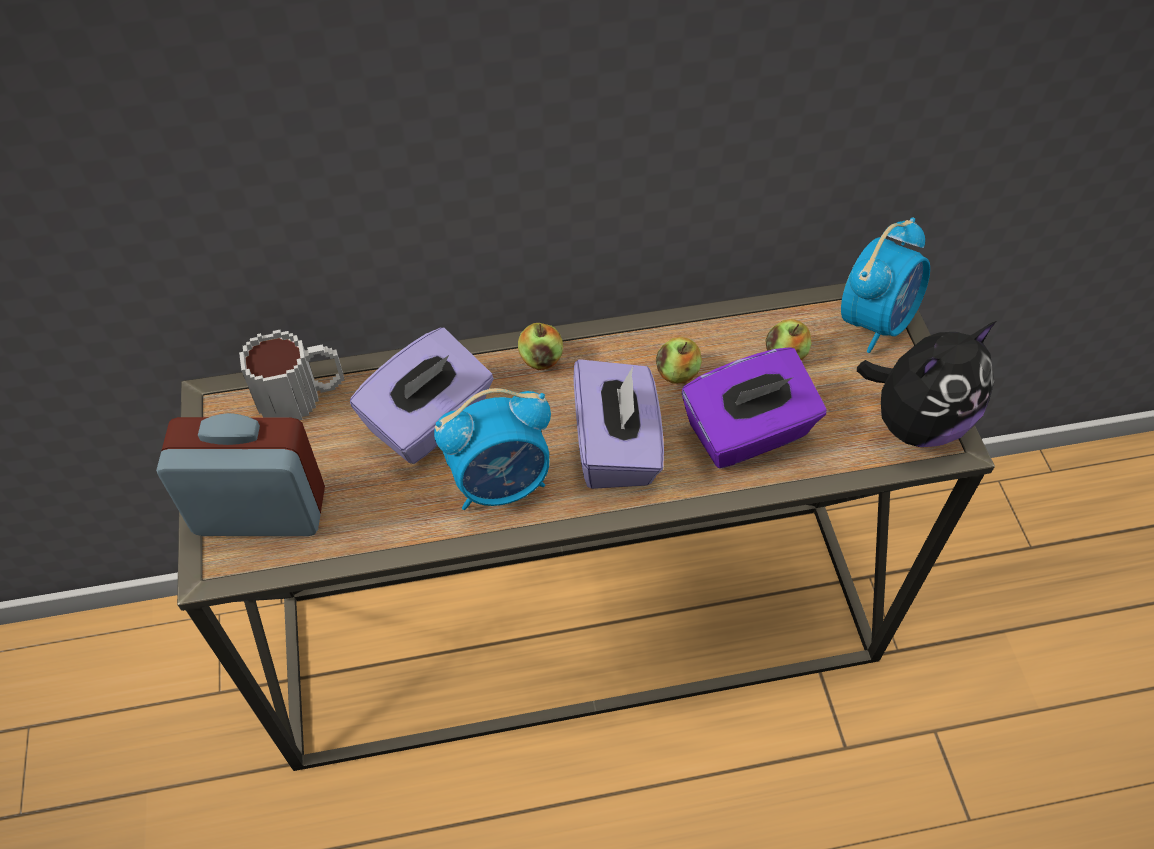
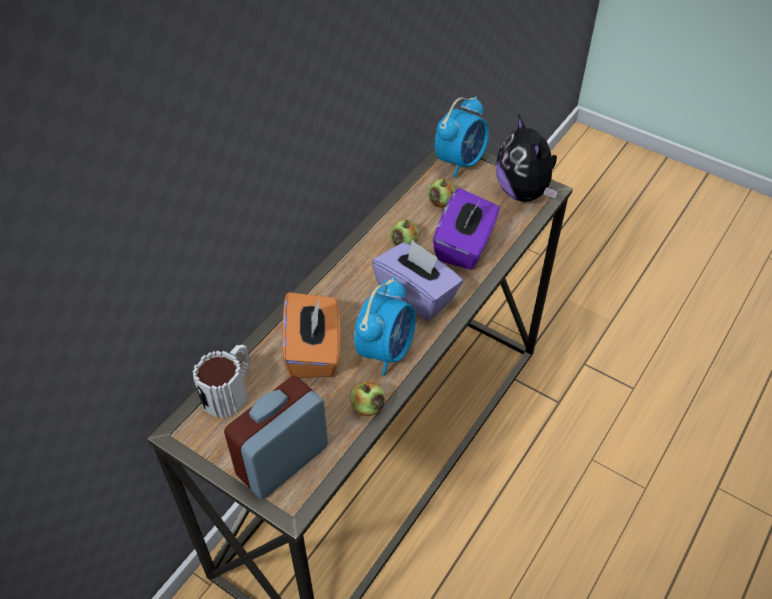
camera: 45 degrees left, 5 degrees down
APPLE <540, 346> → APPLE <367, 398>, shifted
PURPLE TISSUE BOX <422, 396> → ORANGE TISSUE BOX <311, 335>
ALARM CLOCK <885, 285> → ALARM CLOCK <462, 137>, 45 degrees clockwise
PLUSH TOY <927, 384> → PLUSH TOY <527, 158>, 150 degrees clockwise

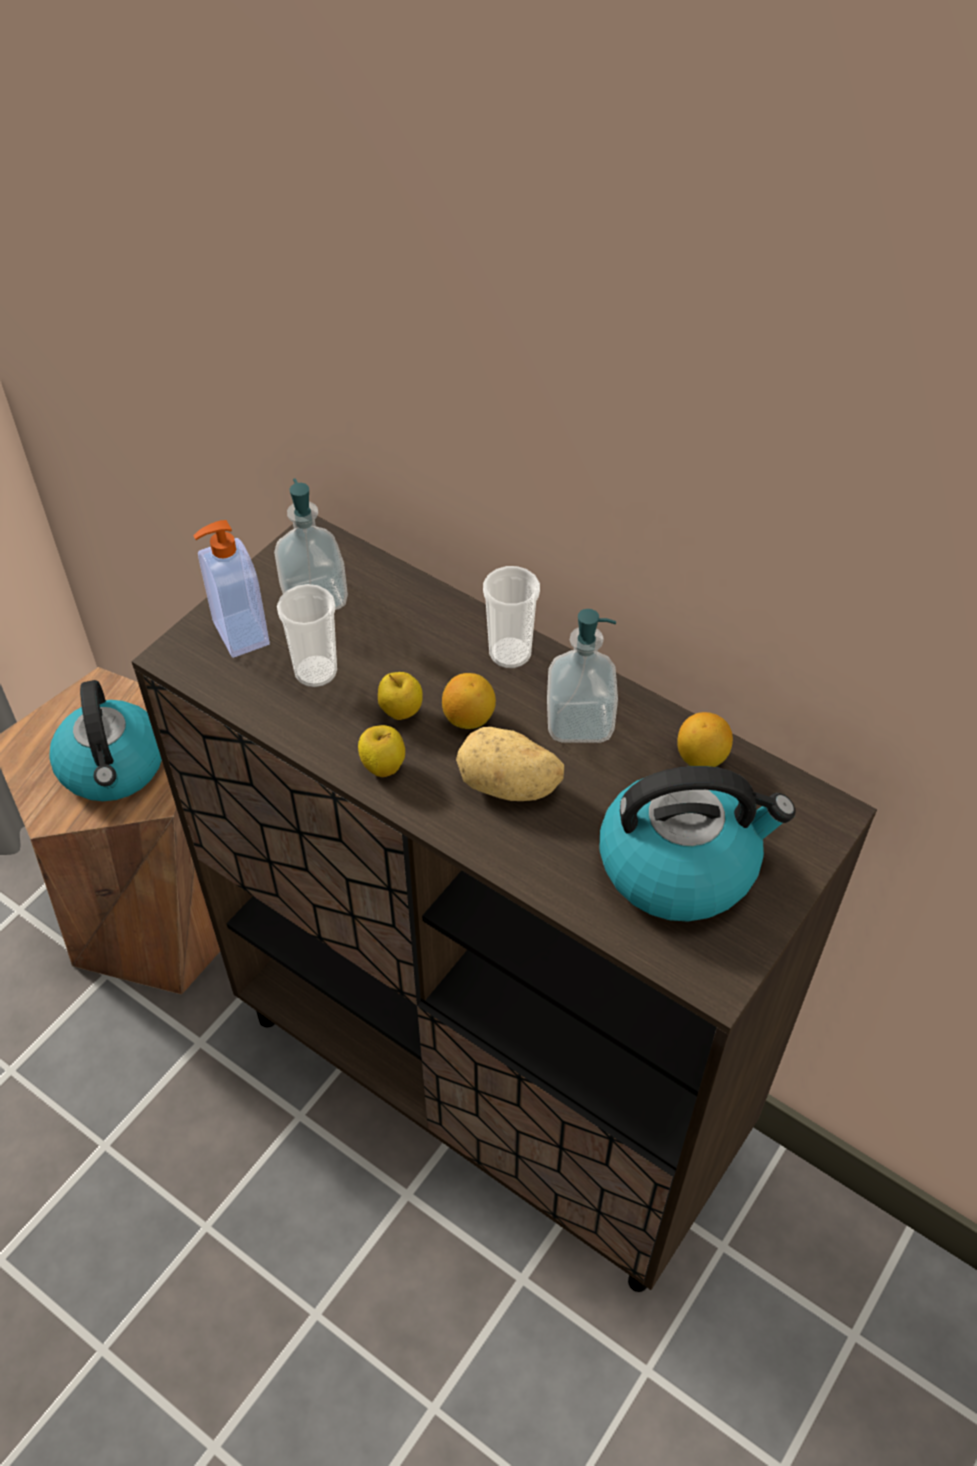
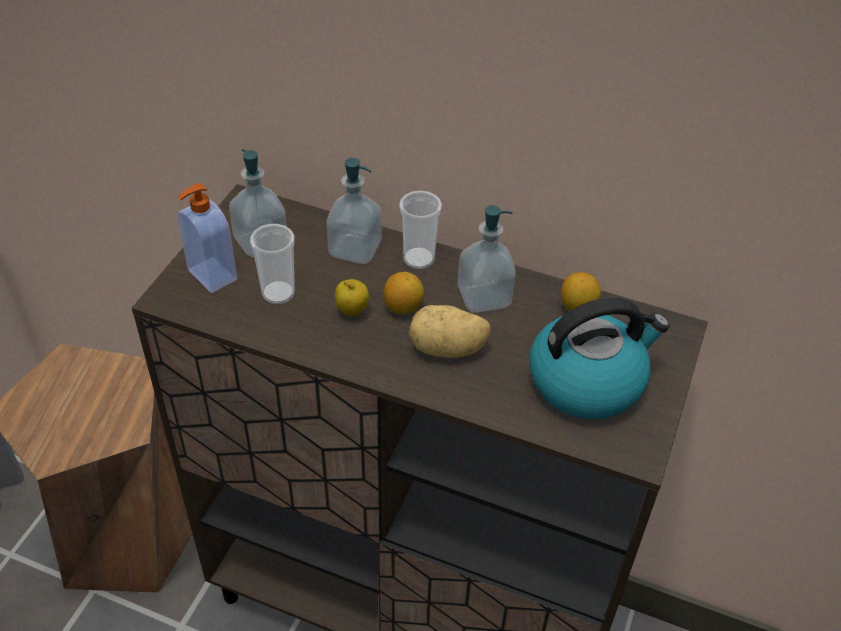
camera: 15 degrees left, 5 degrees down
KETTLE <105, 740> → -
APPLE <381, 751> → -
- → SOAP DISPENSER <354, 211>

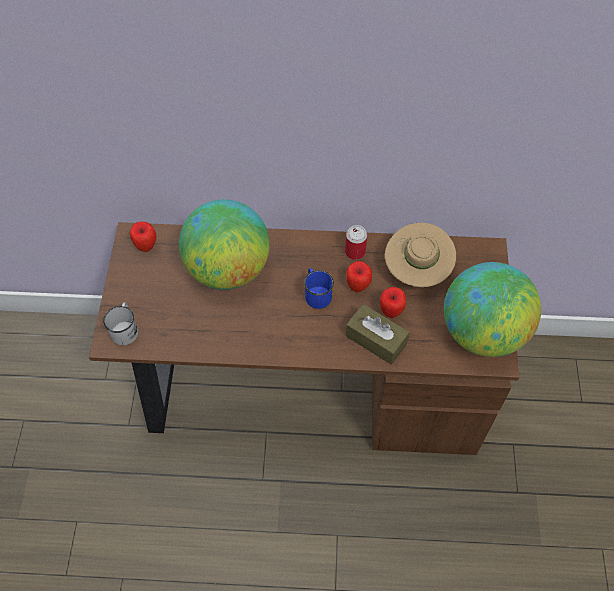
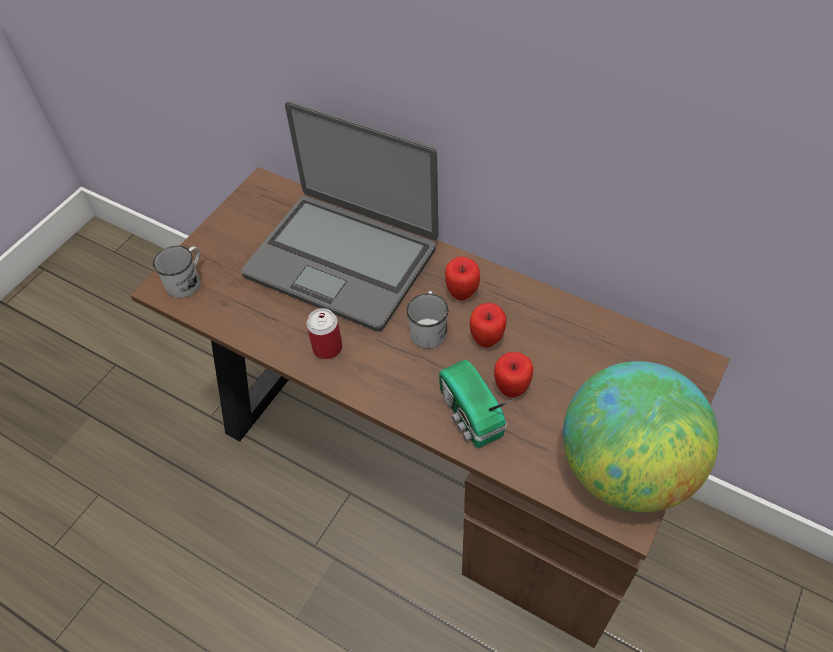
camera: 30 degrees right, 5 degrees down
BEIGE HAT <420, 255> → -
APPLE <143, 236> → APPLE <462, 278>, shifted
CAN <356, 242> → CAN <324, 333>, shifted
GLOBE <224, 244> → LAPTOP <339, 216>
BROWN TISSUE BOX <377, 334> → RADIO <476, 404>
BLUE MUG <319, 288> → WHITE MUG <428, 320>

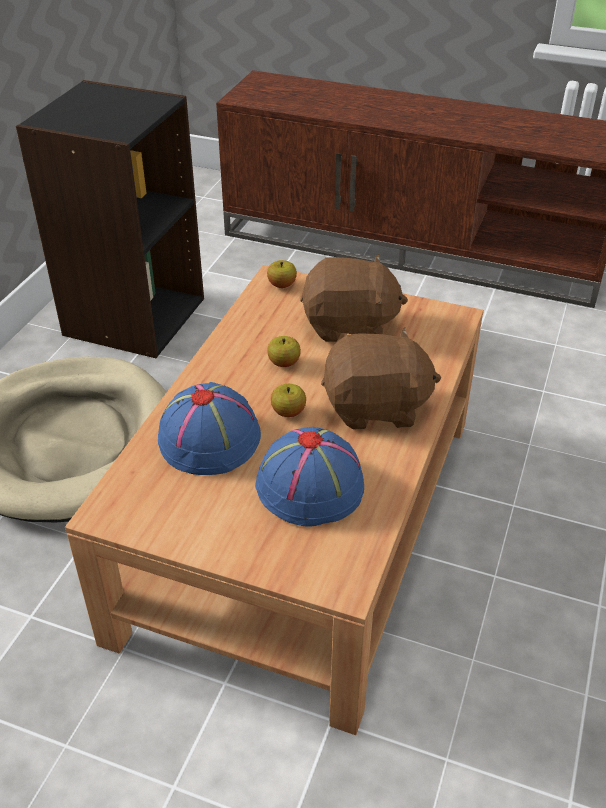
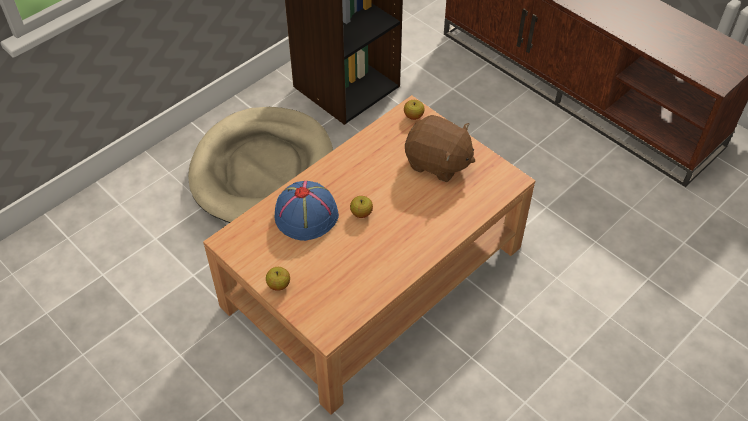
camera: 25 degrees right, 10 degrees up
BLUE HAT <309, 476> → -
BROWN PLUSH TOY <381, 378> → -
APPLE <284, 351> → APPLE <278, 279>, shifted

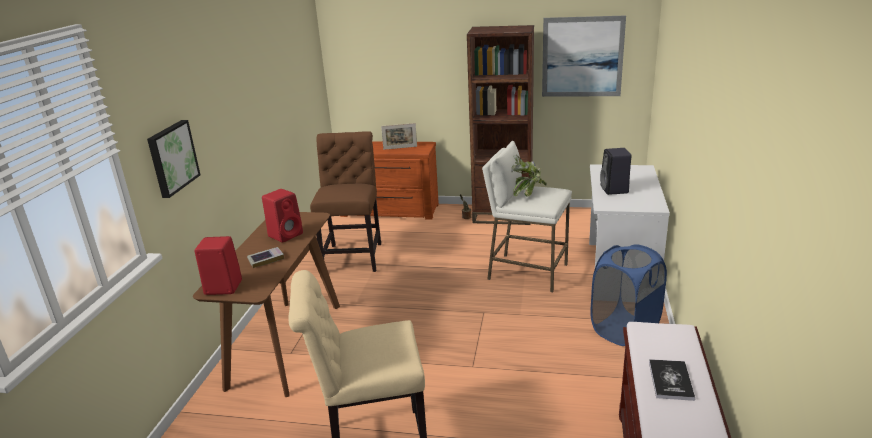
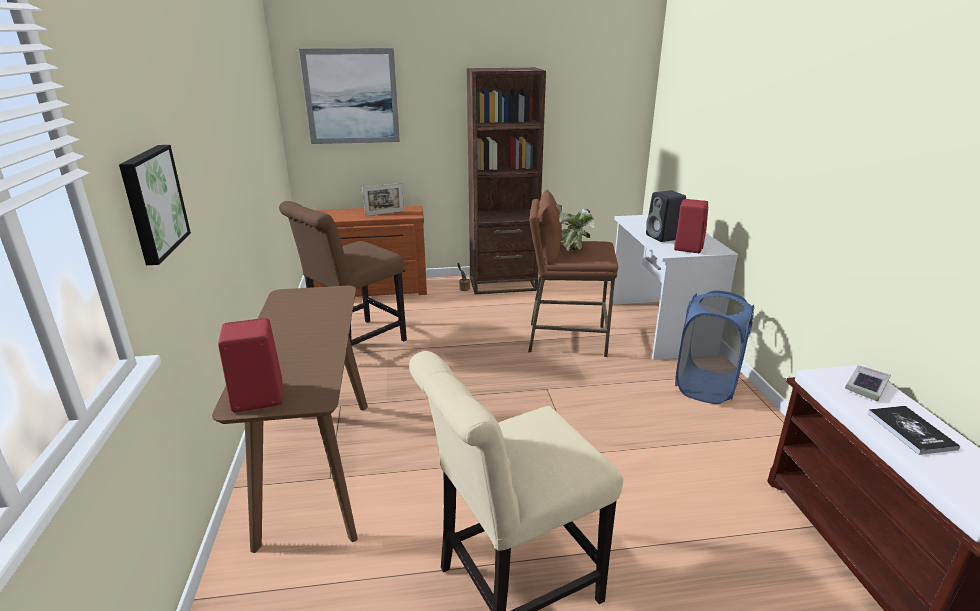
camera: 20 degrees left, 0 degrees up
BOOK <265, 257> → BOOK <868, 383>, shifted
RED SPEAKER <282, 216> → RED SPEAKER <691, 226>, shifted
PICTURE <584, 56> → PICTURE <349, 96>, shifted
WHITE STOOL <527, 216> → BROWN STOOL <573, 273>
BROWN CHAIR <345, 201> → BROWN CHAIR <343, 273>, 120 degrees counterclockwise

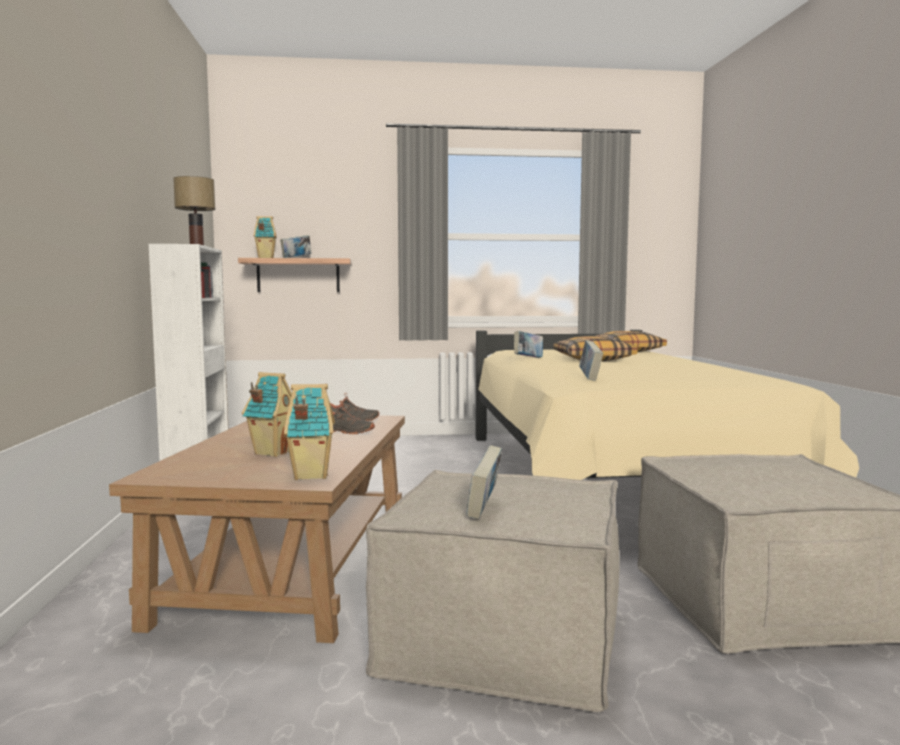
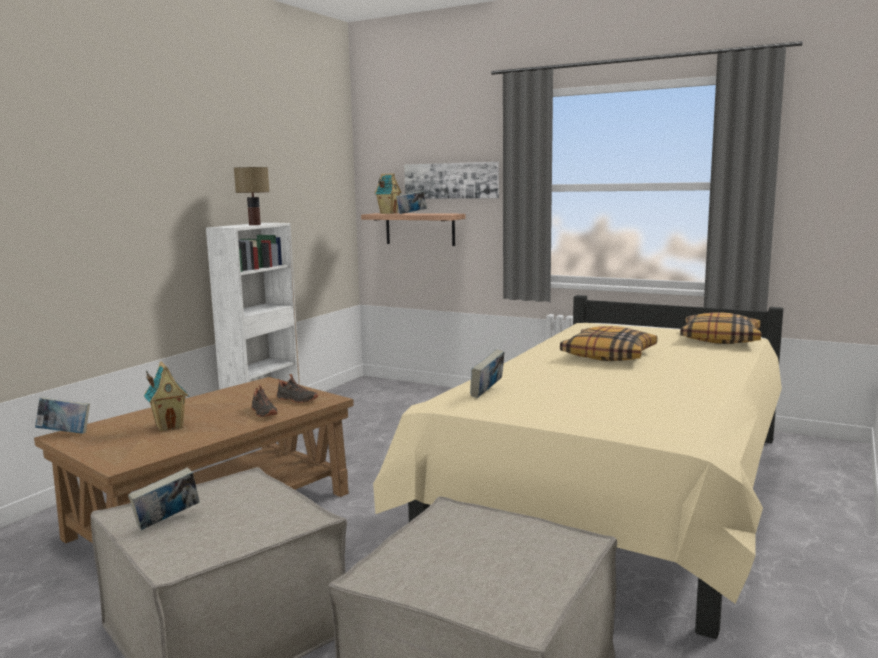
camera: 35 degrees right, 5 degrees up
TOY HOUSE <309, 432> → -
- → PICTURE <451, 180>
BOOK <528, 344> → BOOK <62, 415>, shifted

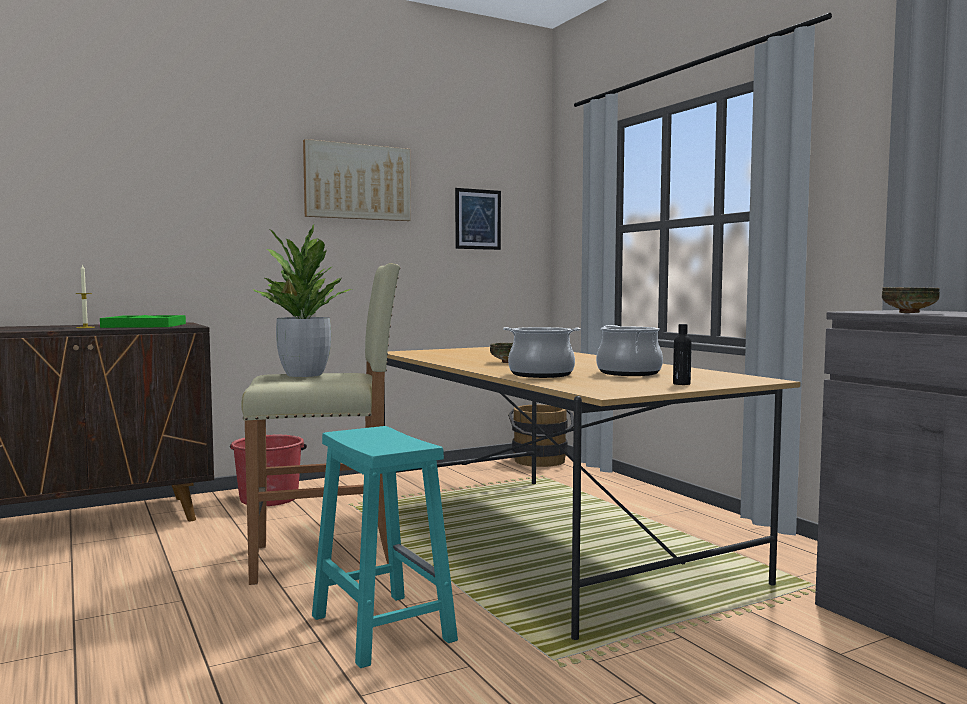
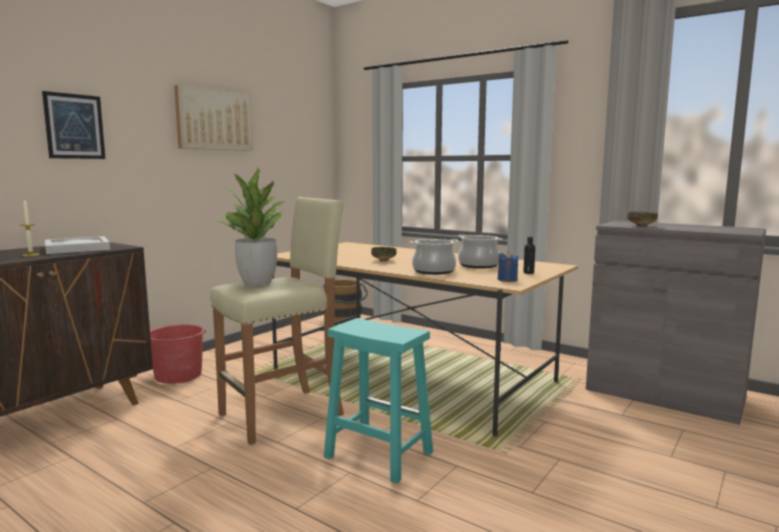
camera: 25 degrees left, 5 degrees up
- → BLUE CANDLE <508, 267>
PICTURE <478, 219> → PICTURE <73, 125>, shifted
GREEN TRAY <143, 321> → WHITE TRAY <77, 245>

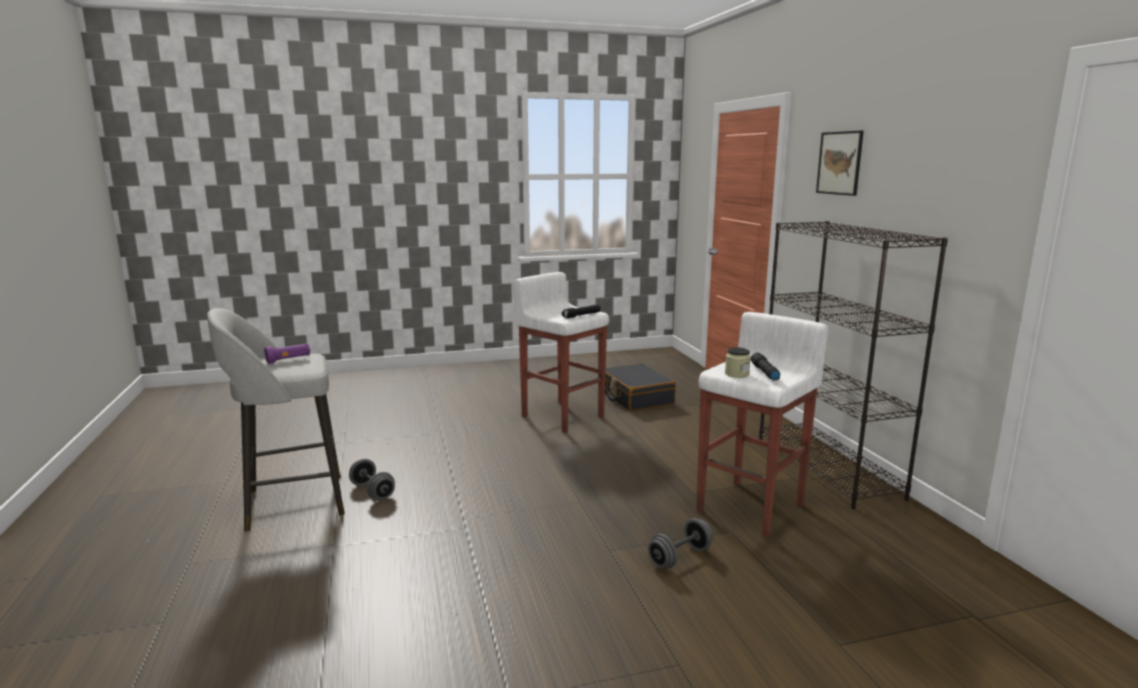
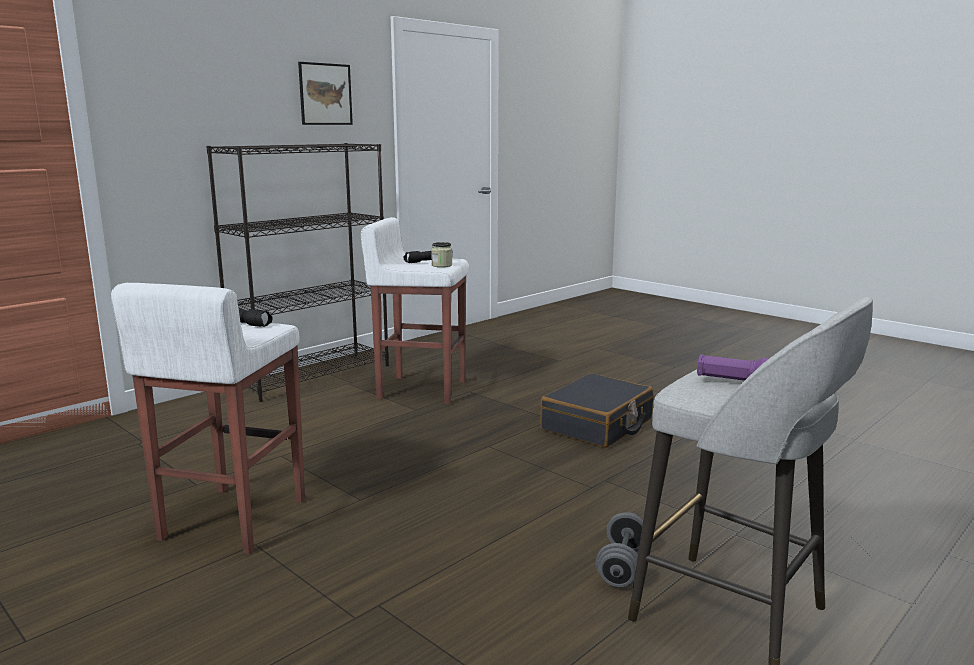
camera: 120 degrees left, 0 degrees up
GREY DUMBBELL <680, 543> → -
BLACK SUITCASE <640, 387> → BLACK SUITCASE <596, 410>, shifted
PICTURE <840, 163> → PICTURE <325, 93>, shifted

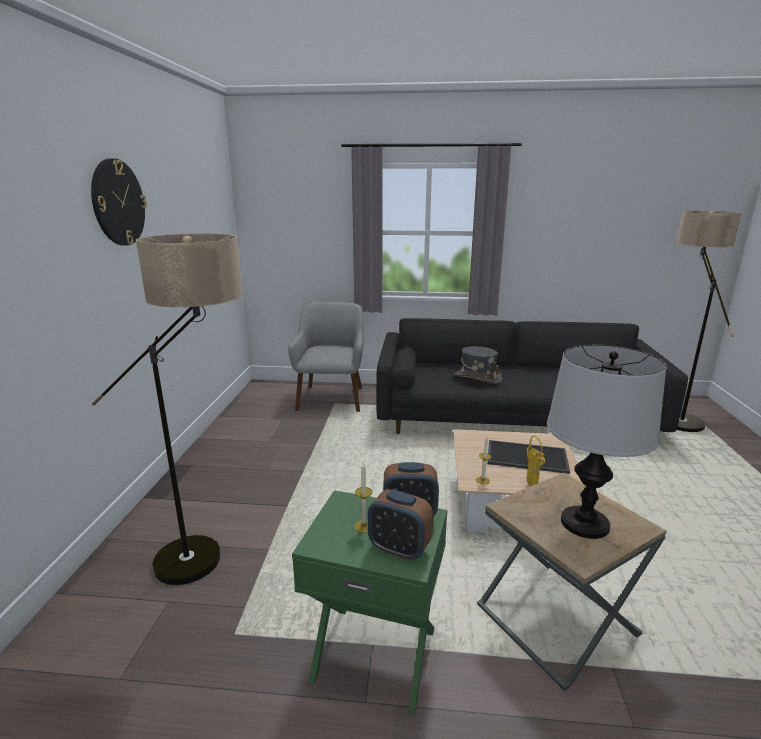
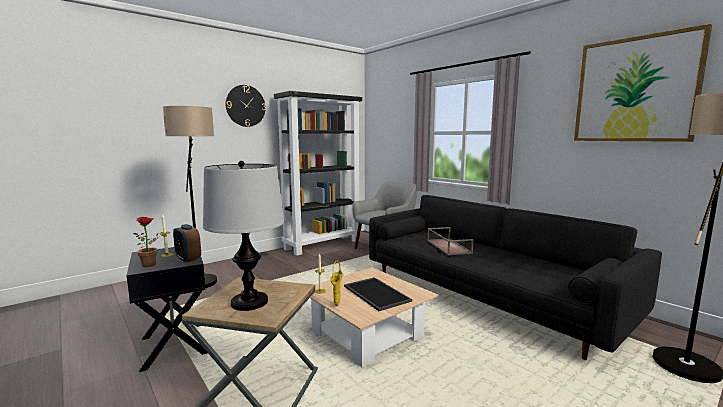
camera: 45 degrees right, 10 degrees down
- → BLACK BOOKCASE <318, 173>
- → PICTURE <643, 83>
ALARM CLOCK <400, 525> → POTTED PLANT <149, 242>
GREY HAT <478, 365> → BROWN TRAY <450, 241>
GREEN SIDE TABLE <369, 602> → BLACK SIDE TABLE <166, 309>

